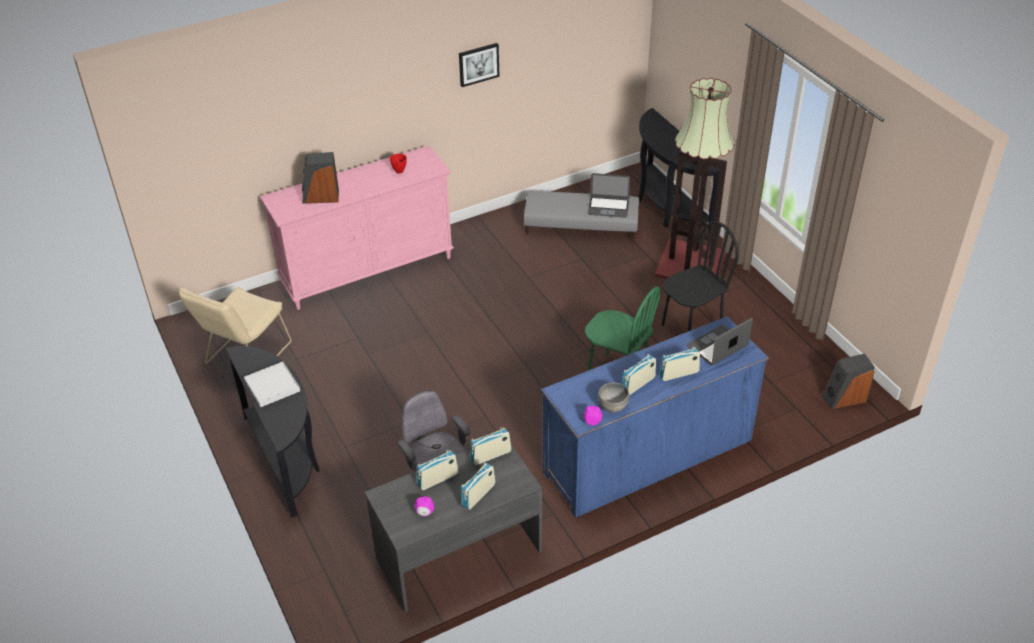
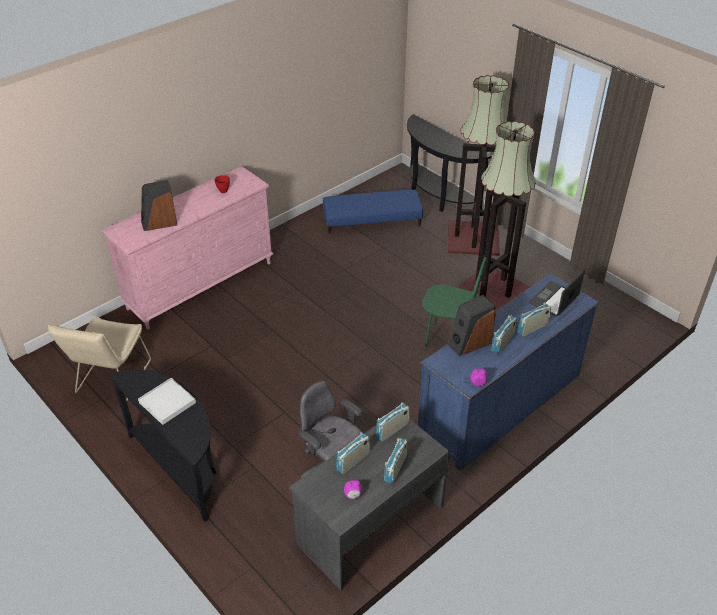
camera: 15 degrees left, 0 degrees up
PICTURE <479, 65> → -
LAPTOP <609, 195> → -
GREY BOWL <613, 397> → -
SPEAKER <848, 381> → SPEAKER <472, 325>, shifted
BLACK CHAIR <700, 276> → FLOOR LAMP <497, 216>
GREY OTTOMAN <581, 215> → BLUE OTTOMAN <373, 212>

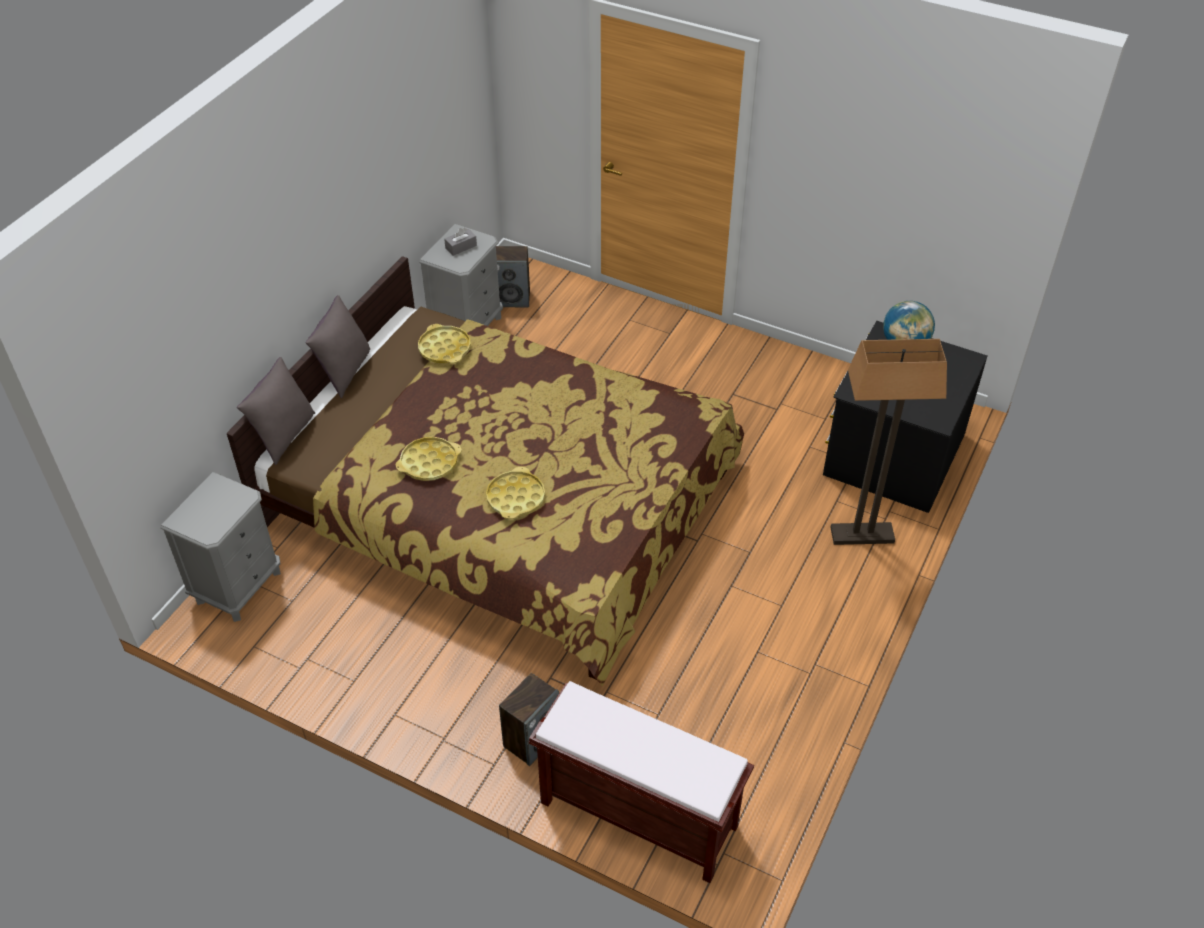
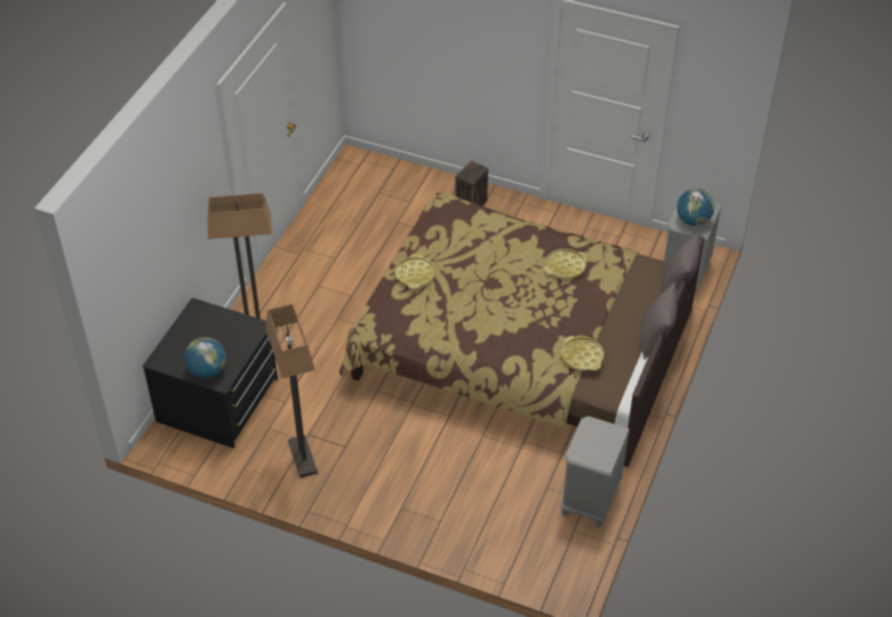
camera: 175 degrees right, 0 degrees up
GREY TISSUE BOX <460, 241> → -
SPEAKER <513, 276> → -
BROWN BENCH <641, 782> → -
- → FLOOR LAMP <292, 391>
- → GLOBE <696, 207>
YELLOW TRAY <515, 493> → YELLOW TRAY <415, 271>, shifted

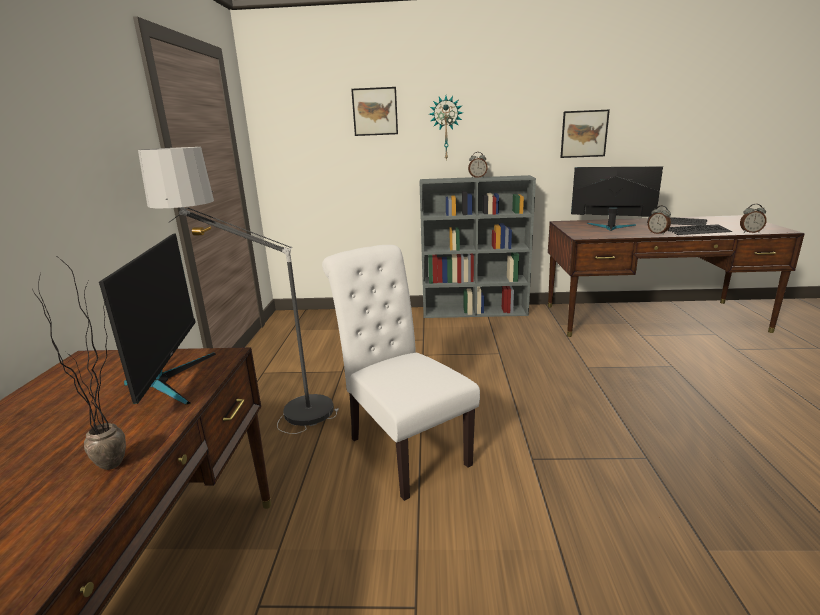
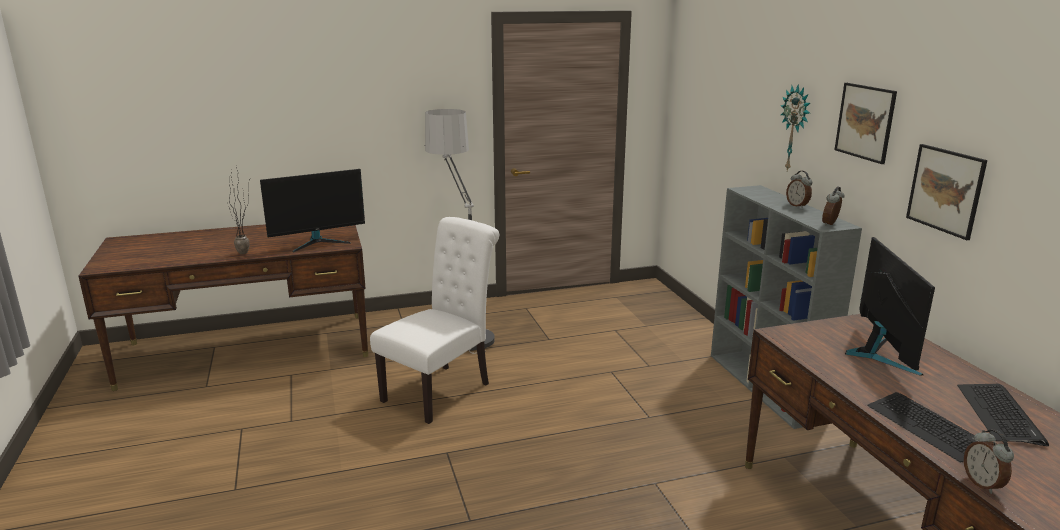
camera: 70 degrees right, 0 degrees up
PICTURE <374, 111> → PICTURE <866, 123>, shifted
ALARM CLOCK <659, 220> → ALARM CLOCK <833, 206>, shifted

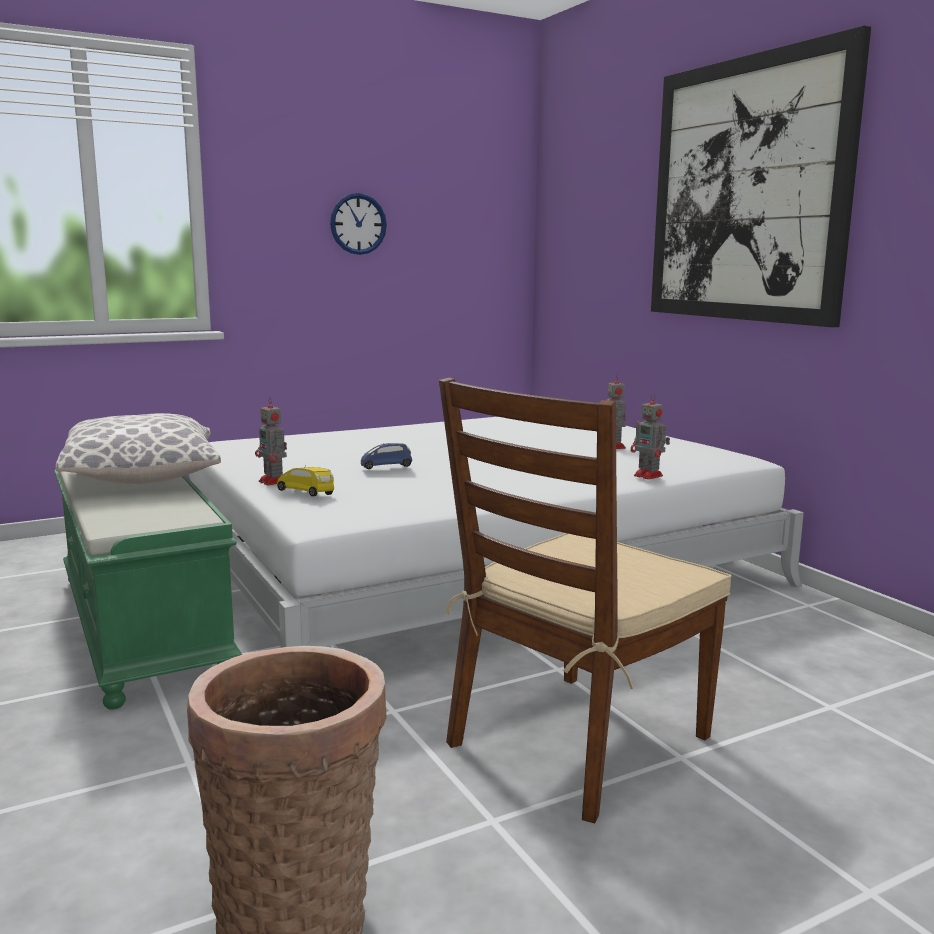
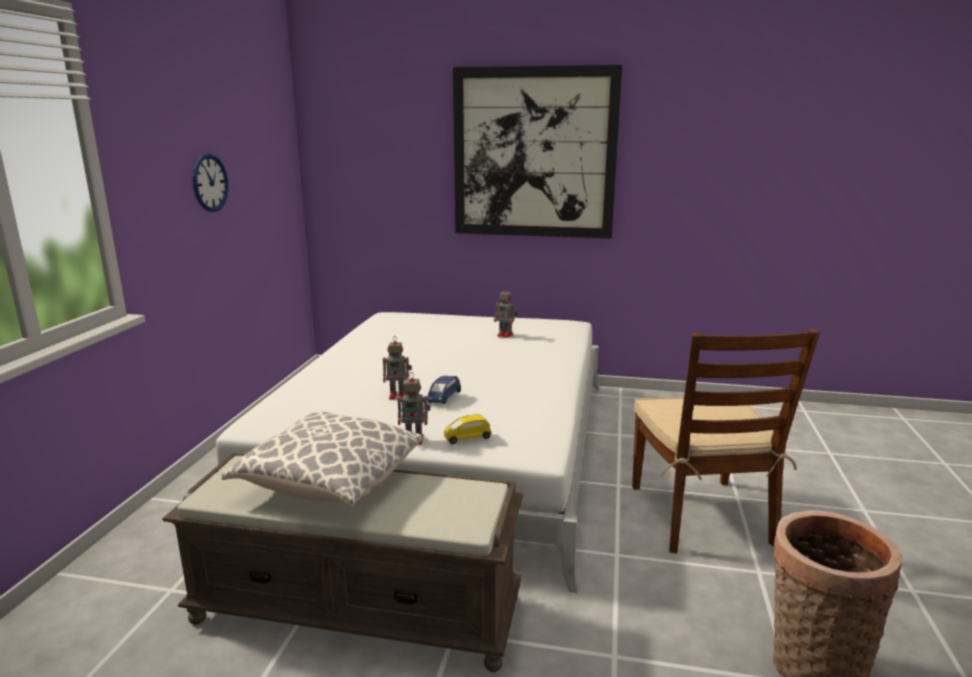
camera: 50 degrees left, 5 degrees up
TOY ROBOT <650, 437> → TOY ROBOT <397, 368>, shifted
GREEN BENCH <148, 589> → BROWN BENCH <342, 562>

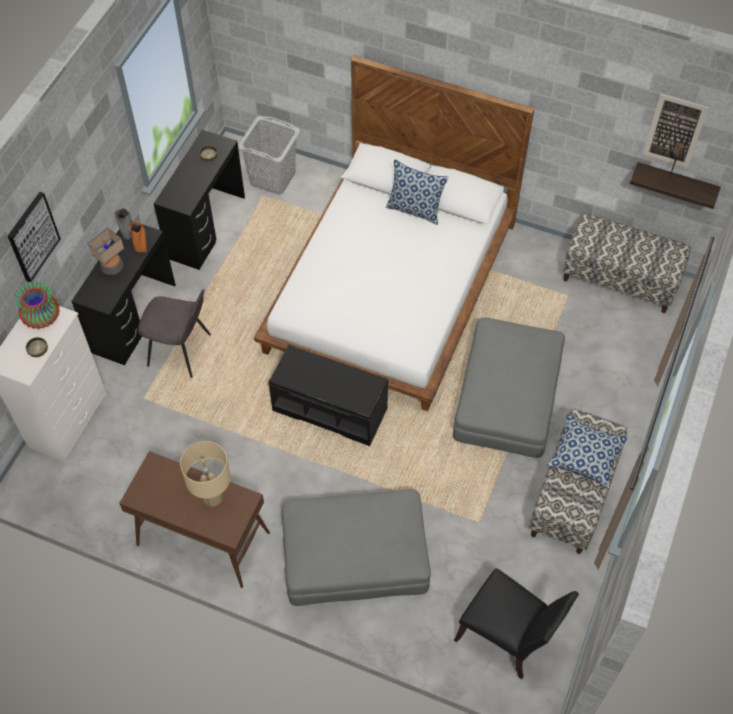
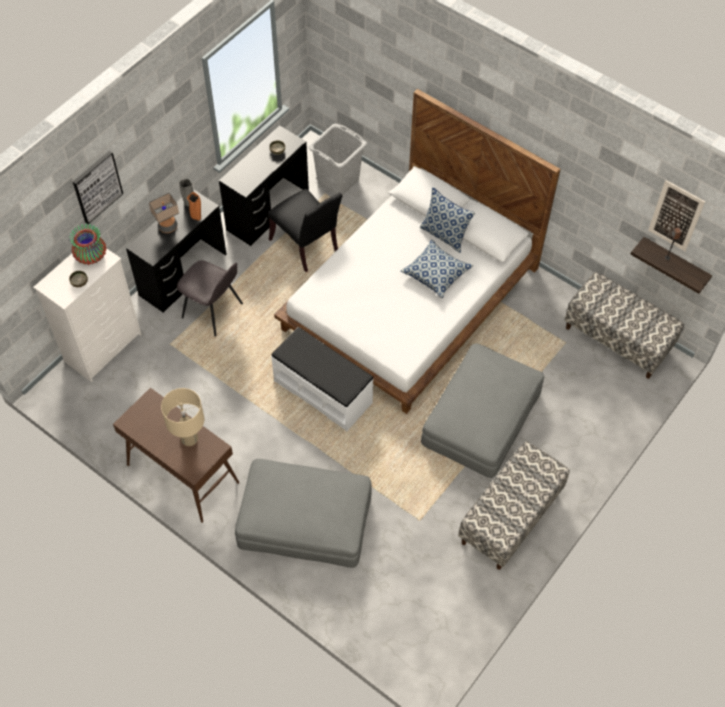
camera: 15 degrees right, 0 degrees up
BLACK CHAIR <516, 623> → BLACK CHAIR <305, 230>, shifted
PILLOW <587, 451> → PILLOW <437, 268>, shifted
BLACK BENCH <328, 395> → WHITE BENCH <322, 379>

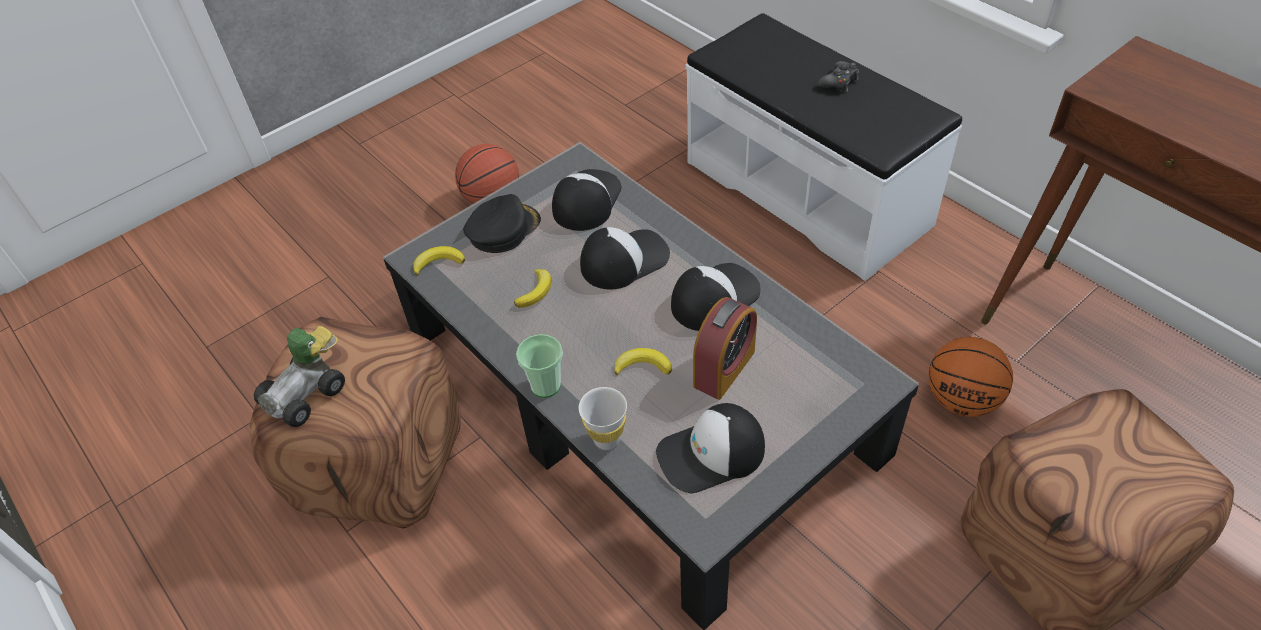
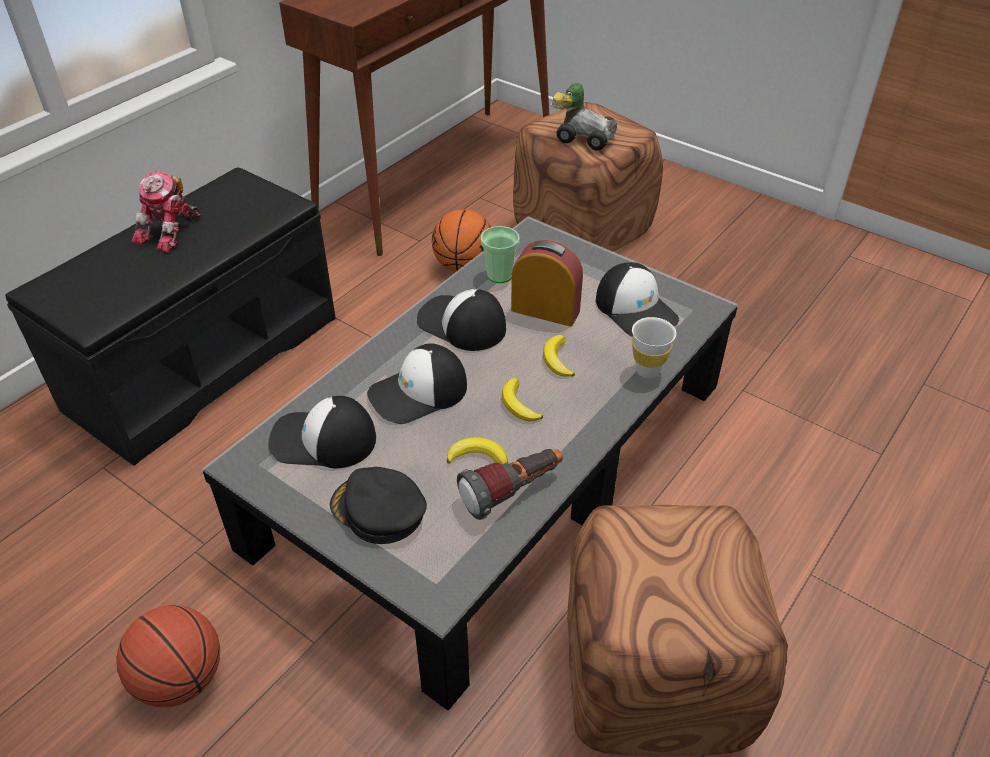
camera: 105 degrees left, 5 degrees down
- → FLASHLIGHT <510, 484>
TOY CAR <299, 376> → TOY CAR <584, 116>, shifted
BANANA <439, 261> → BANANA <522, 400>, shifted
CUP <539, 366> → CUP <500, 254>, shifted
BLACK GAME CONTROLLER <838, 76> → TOY ROBOT <165, 212>
WHITE BENCH <823, 147> → BLACK BENCH <170, 316>
CAP <625, 258> → CAP <417, 383>, 75 degrees counterclockwise

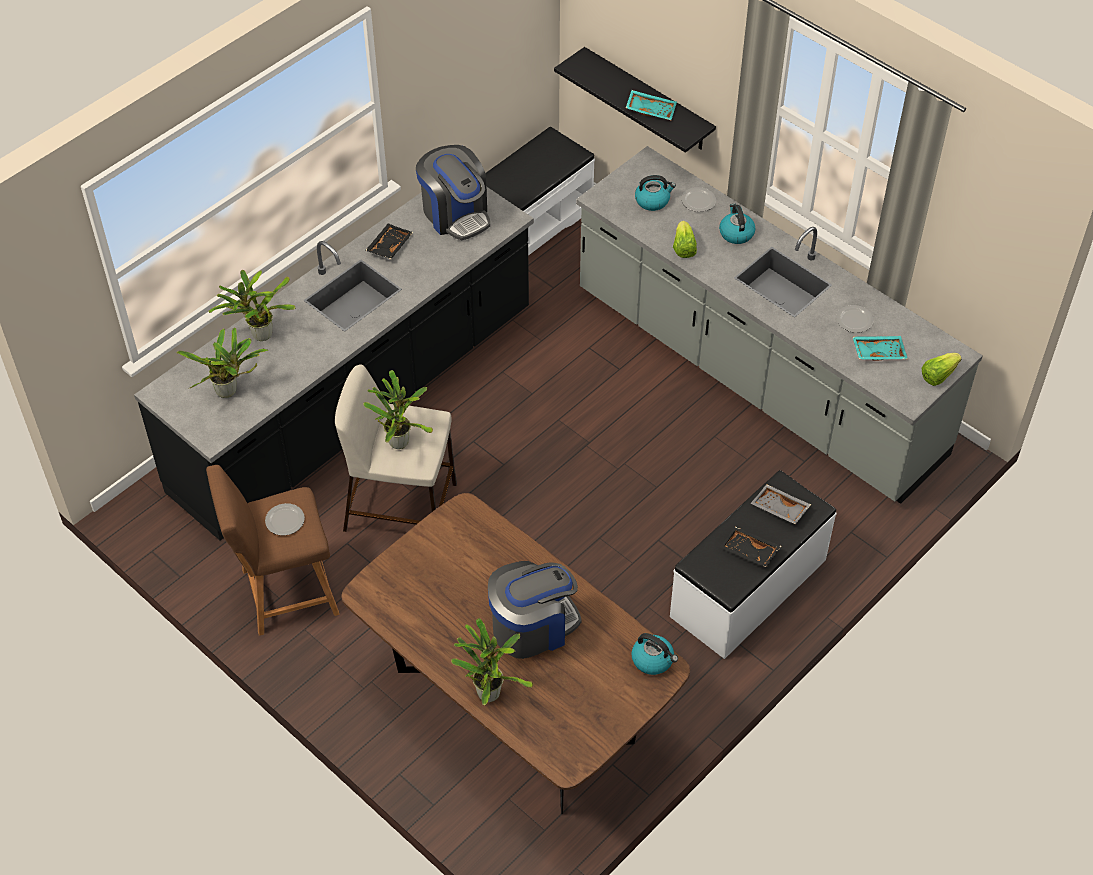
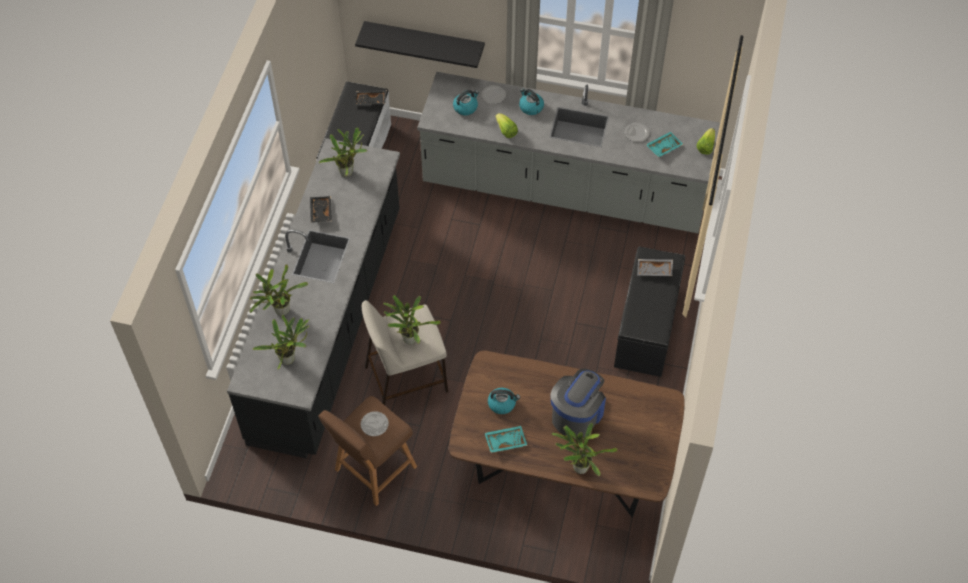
camera: 30 degrees left, 5 degrees up
TURQUOISE TRAY <651, 105> → TURQUOISE TRAY <506, 439>, shifted
KETTLE <654, 654> → KETTLE <504, 401>, shifted
BLACK TRAY <750, 547> → BLACK TRAY <370, 97>, shifted
COFFEE MACHINE <453, 192> → POTTED PLANT <343, 152>
WHITE BENCH <753, 564> → BLACK BENCH <649, 311>

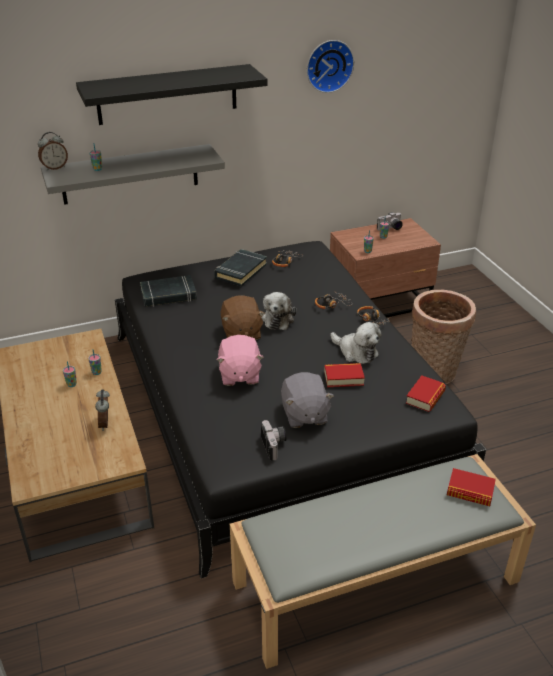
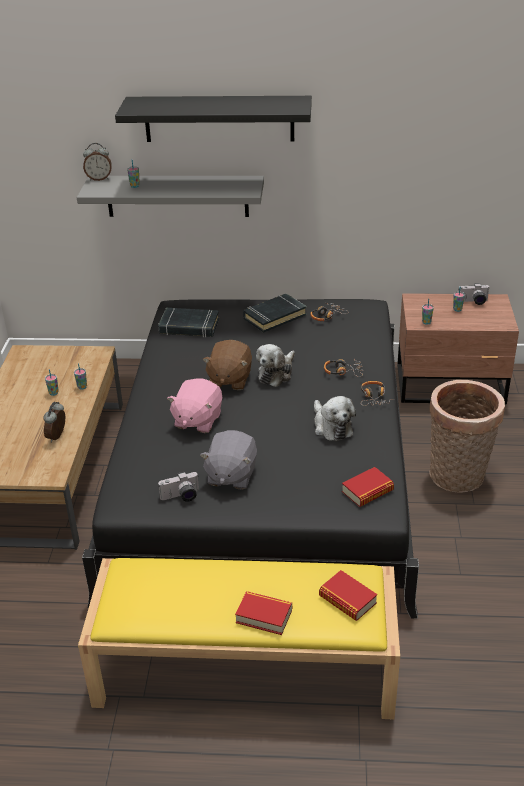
camera: 25 degrees right, 0 degrees up
WALL CLOCK <330, 66> → -
BOOK <344, 375> → BOOK <263, 613>, shifted
GREY BENCH <383, 561> → YELLOW BENCH <239, 638>
PHOTO CAMERA <274, 440> → PHOTO CAMERA <178, 487>, 60 degrees clockwise

